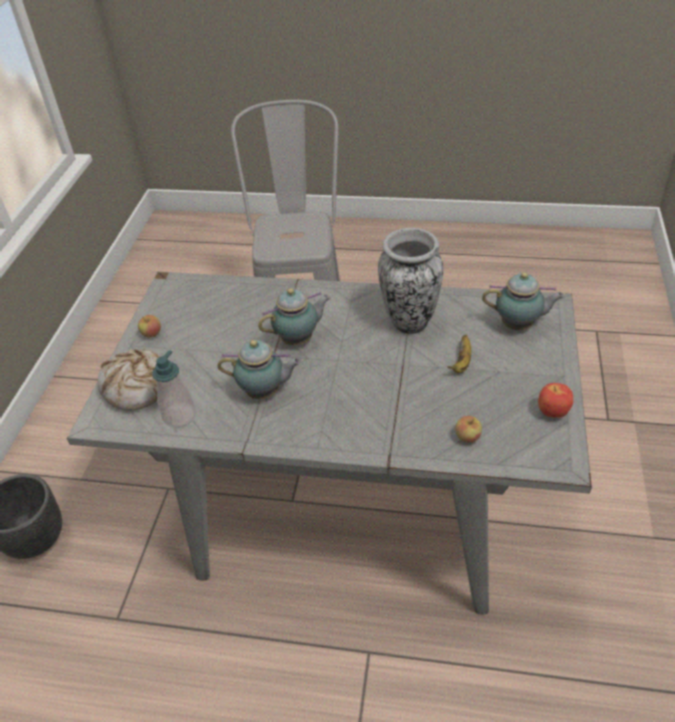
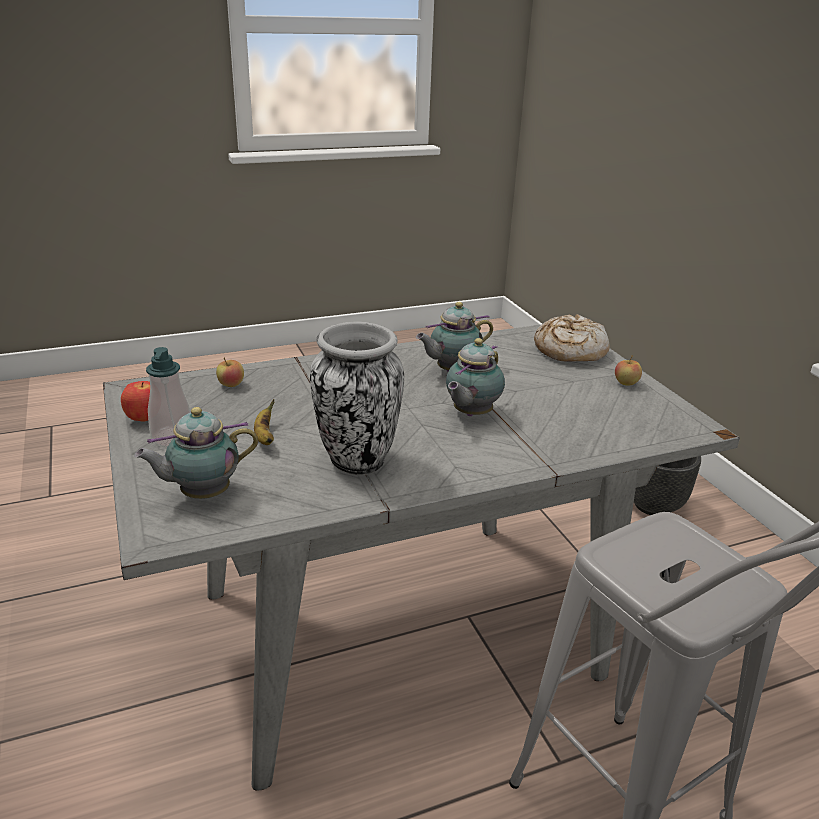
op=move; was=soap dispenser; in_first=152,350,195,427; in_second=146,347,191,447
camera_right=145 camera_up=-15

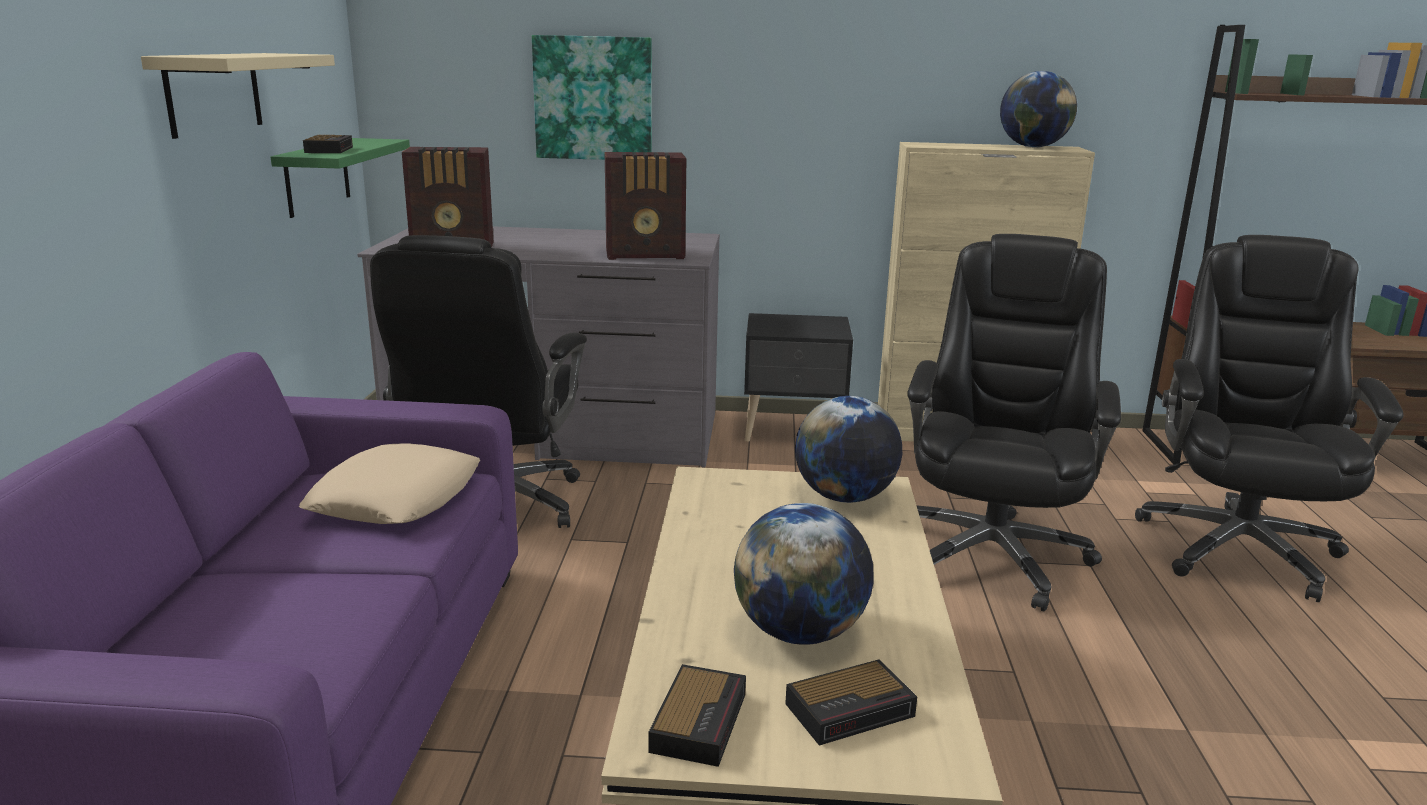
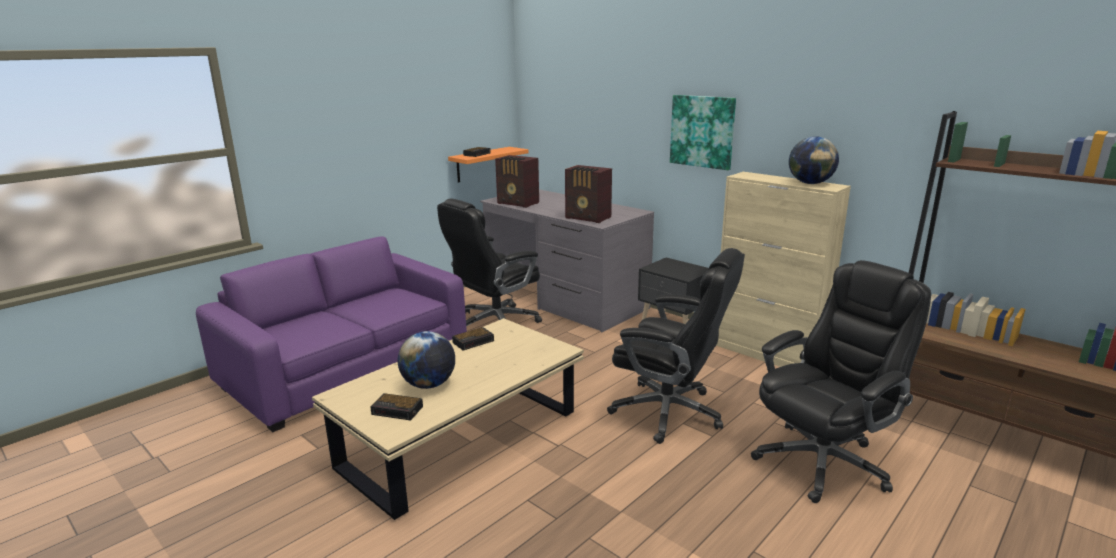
op=move; was=picture; in_first=532,35,652,160; in_second=670,95,736,170
op=delete; was=shelf/beige; in_first=141,53,335,139
op=recolor; was=shelf/green; now=shelf/orange; in_first=271,138,410,218; in_second=448,147,528,183
op=rotate; was=office chair/black; in_first=907,234,1121,611; in_second=607,248,745,444; clockwise=60
op=delete; was=globe; in_first=795,396,902,503
op=delete; was=pillow/beige; in_first=299,443,480,524
op=move; was=alarm clock; in_first=649,664,746,767; in_second=452,327,494,350
camera_right=40 camera_up=0

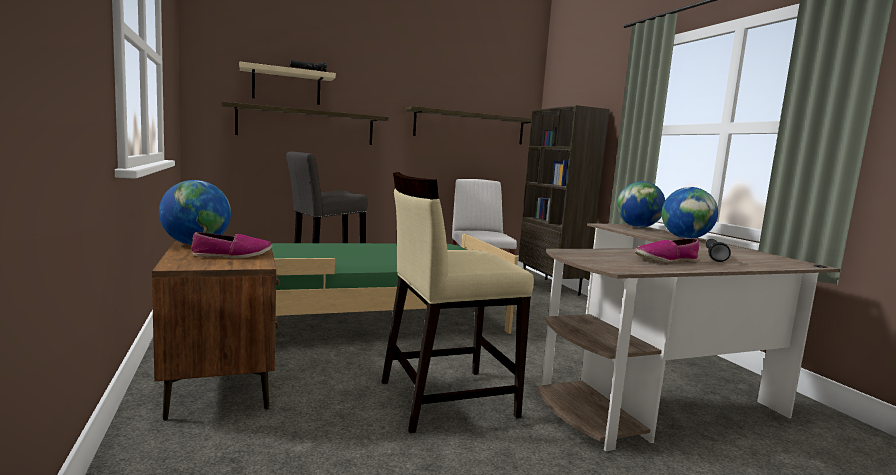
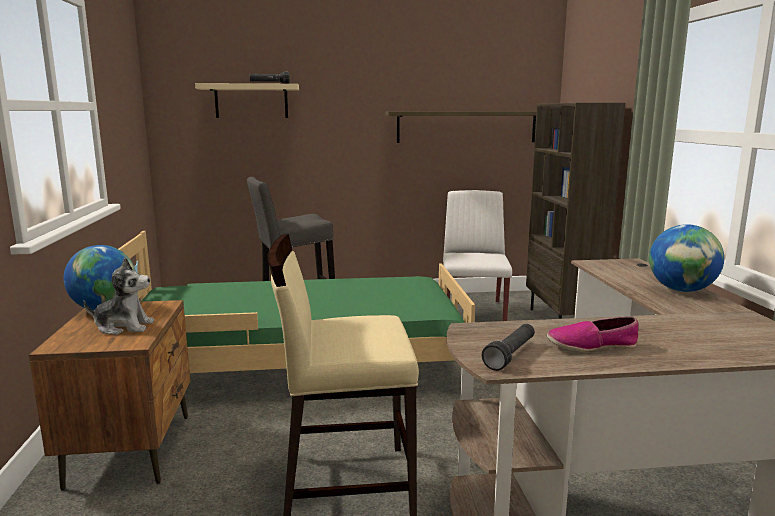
op=delete; was=shelf; in_first=221,101,389,145
op=delete; was=globe; in_first=617,181,665,227
op=replace; was=shoe; now=plush toy; in_first=191,232,272,258; in_second=83,258,154,335
op=move; was=flashlight/black; in_first=706,239,731,262; in_second=482,324,535,371
camera_right=15 camera_up=5

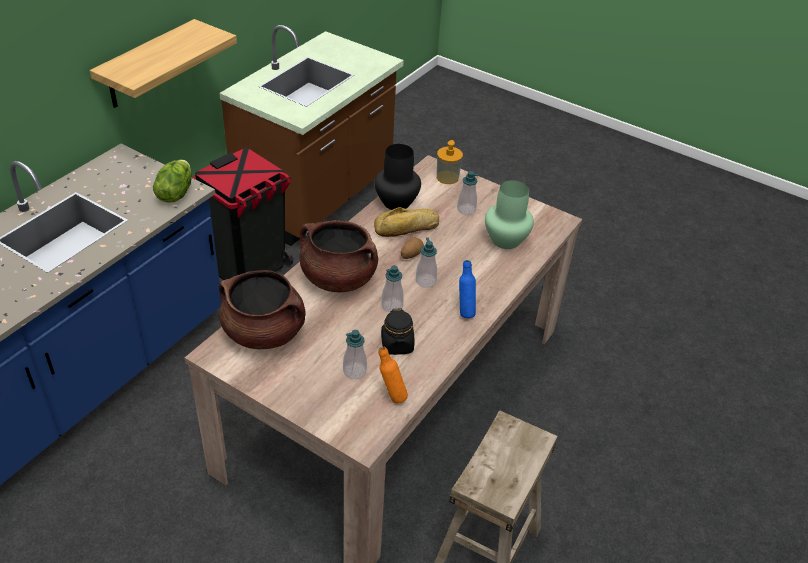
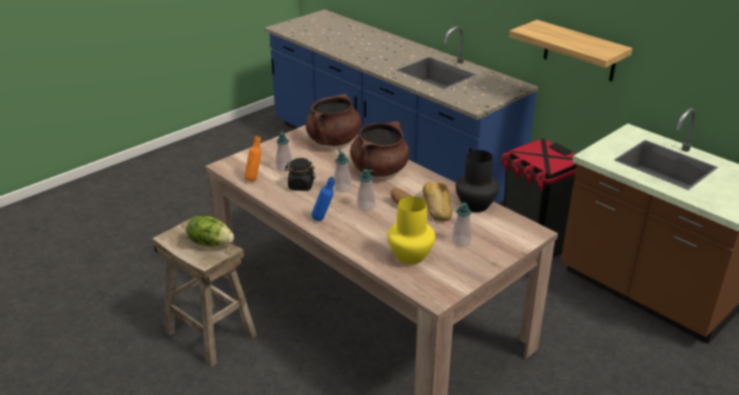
op=delete; was=soap dispenser; in_first=437,140,463,184
op=move; was=lettuce; in_first=153,160,192,203; in_second=186,216,234,247
op=recolor; was=vase/green; now=vase/yellow; in_first=485,180,534,249; in_second=387,196,435,265
camera_right=105 camera_up=-10

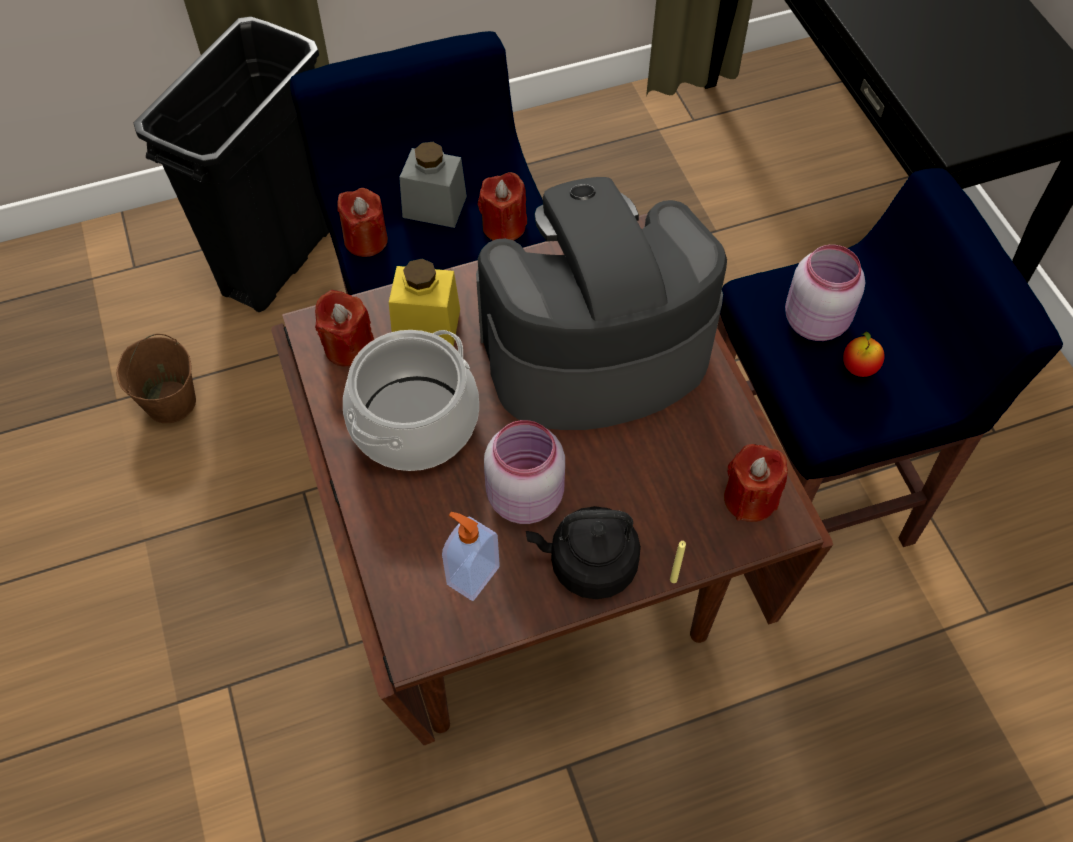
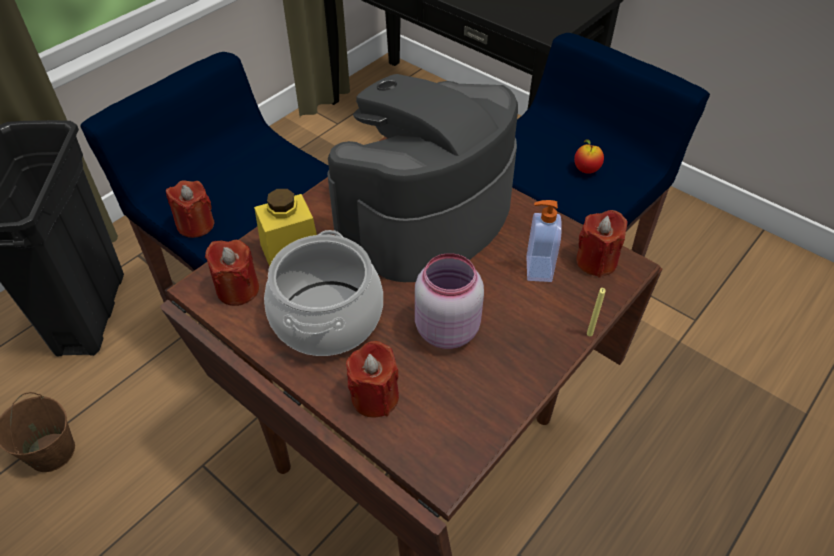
op=delete; was=jar/grey; in_first=399,142,467,228
op=move; was=candle/red; in_first=478,172,527,240; in_second=346,341,399,418
op=delete; was=jar/pink; in_first=785,245,865,341
op=delete; was=kettle/black; in_first=526,506,641,599
op=move; was=soap dispenser; in_first=442,512,500,601; in_second=527,200,562,282
camera_right=-30 camera_up=-10

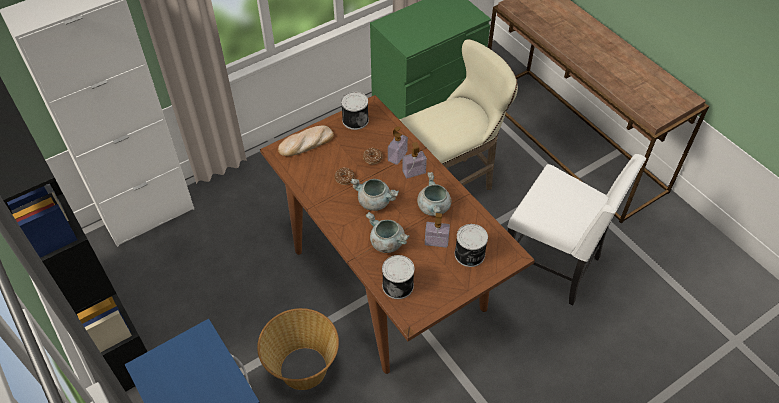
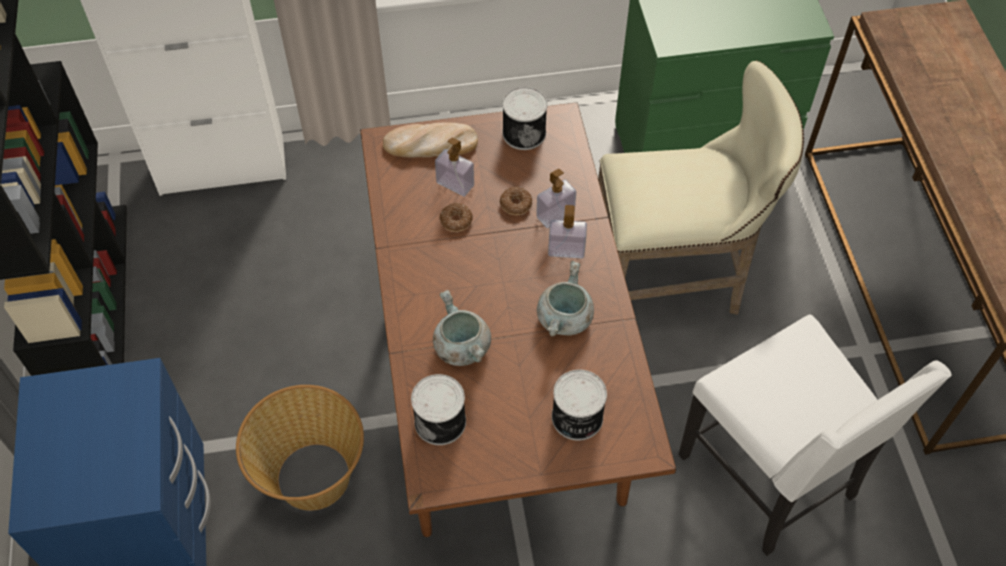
op=delete; was=cooking pot/grey; in_first=351,179,399,211
op=move; was=soap dispenser; in_first=425,213,450,248; in_second=435,137,474,197
camera_right=25 camera_up=5

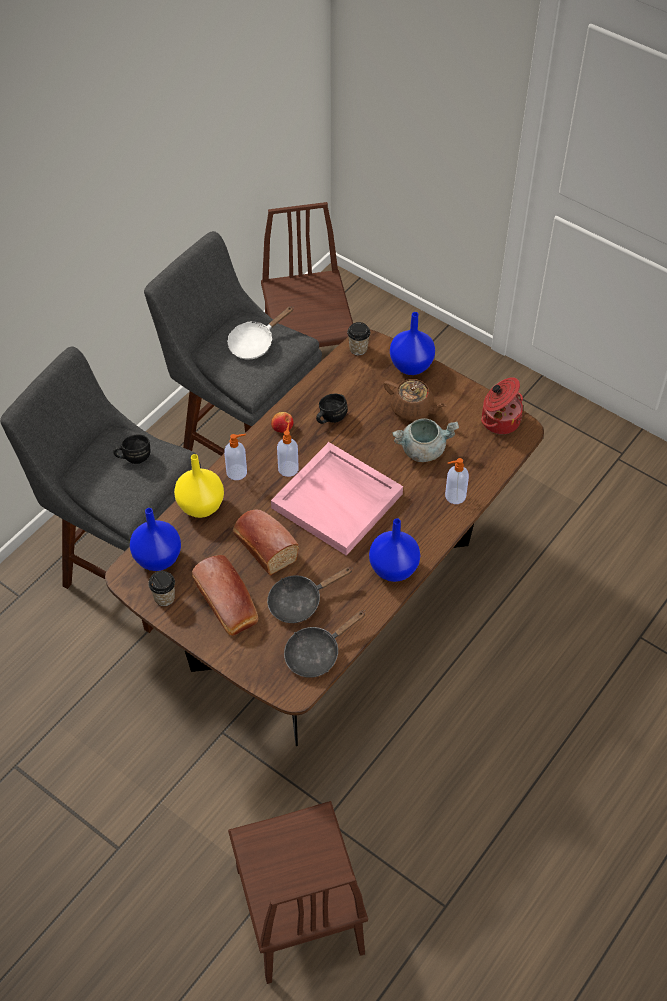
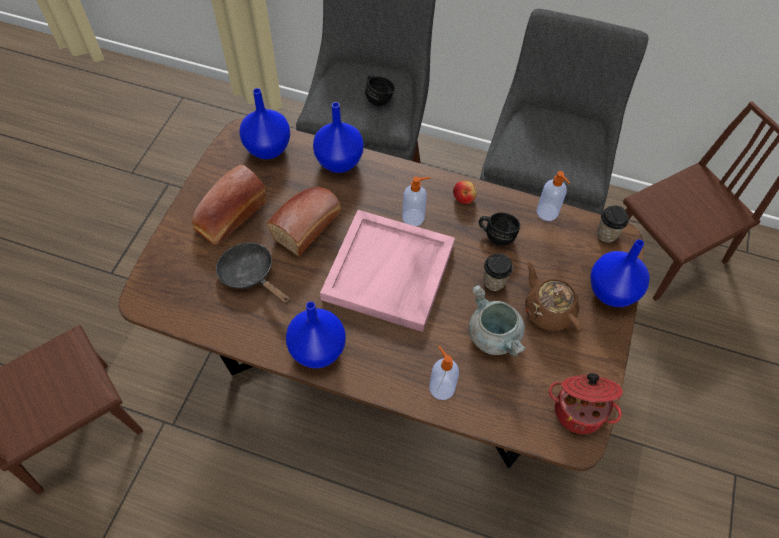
op=delete; was=frying pan/white; in_first=227,306,294,360
op=rotate; was=teapot/brown; in_first=383,379,446,421; in_second=525,262,582,334; clockwise=135
op=move; was=soap dispenser; in_first=224,434,247,480; in_second=537,171,570,221
op=recolor; was=vase/yellow; now=vase/blue; in_first=174,454,224,518; in_second=313,102,364,173
op=move; was=cup; in_first=148,571,175,606; in_second=484,253,513,291
op=delete; was=frying pan/black; in_first=284,611,366,678
camera_right=70 camera_up=5

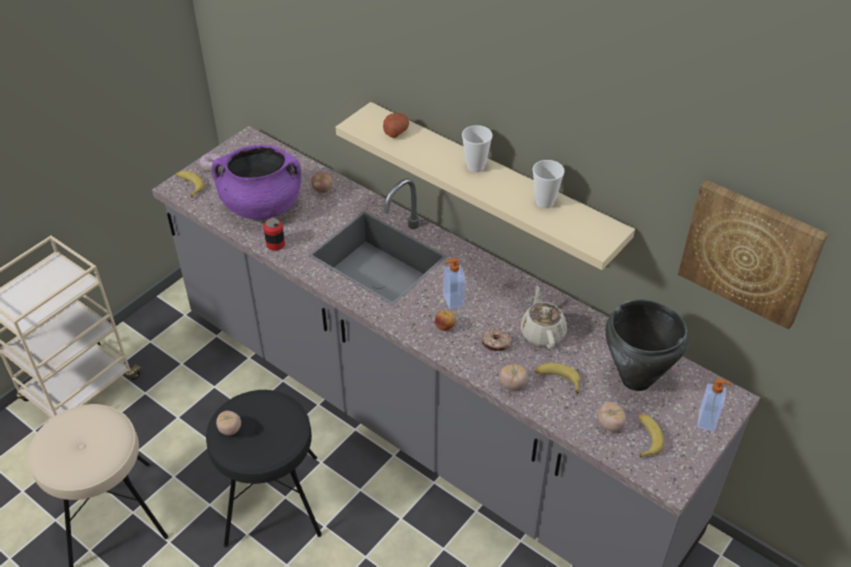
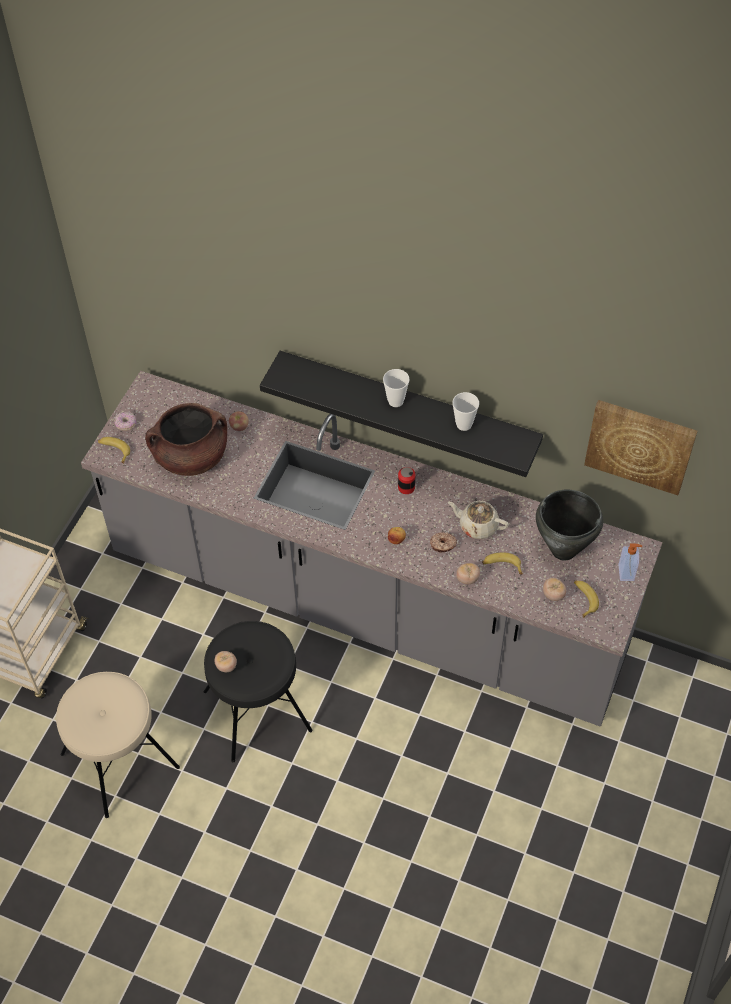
op=recolor; was=shelf/beige; now=shelf/black; in_first=336,102,635,270; in_second=260,351,543,477
op=delete; was=potato; in_first=383,113,409,138
op=recolor; was=cooking pot/purple; now=cooking pot/brown; in_first=211,145,301,220; in_second=145,403,227,476
op=move; was=can; in_first=263,218,285,251; in_second=398,467,415,494
op=delete; was=soap dispenser; in_first=443,258,465,309
op=rotate; was=teapot/beige; in_first=520,285,567,349; in_second=448,501,509,539; clockwise=-45
camera_right=-15 camera_up=10

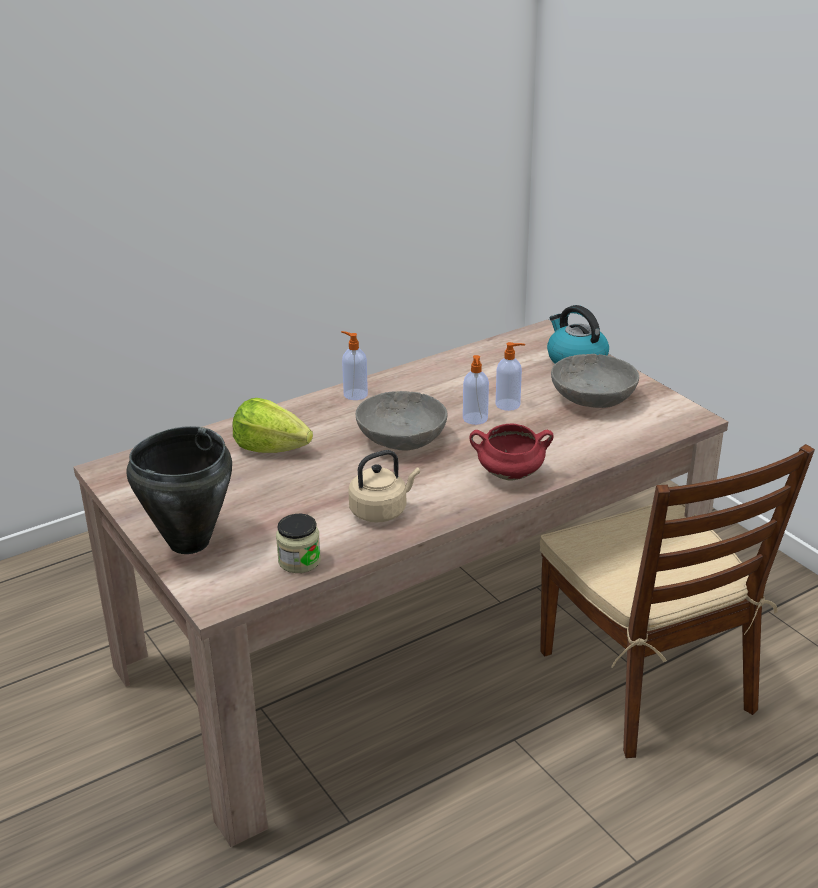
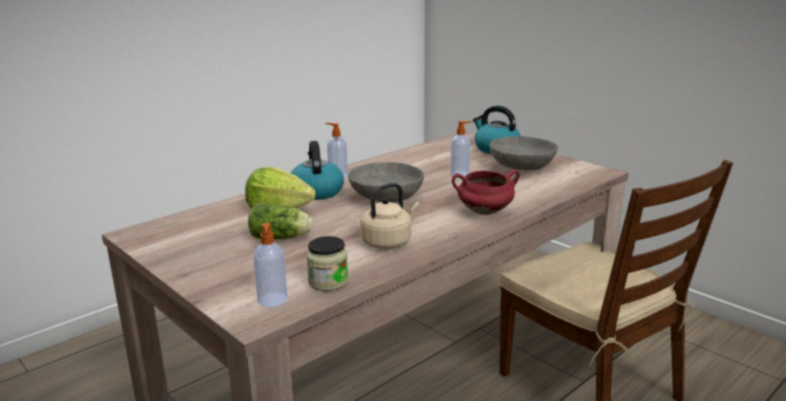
op=move; was=soap dispenser; in_first=463,355,489,425; in_second=253,223,288,307
op=delete; was=cooking pot/black; in_first=126,426,232,554
op=insert; now=kettle; in_second=291,141,344,200
op=insert; now=lettuce; in_second=248,204,313,239
camera_right=-10 camera_up=-10

